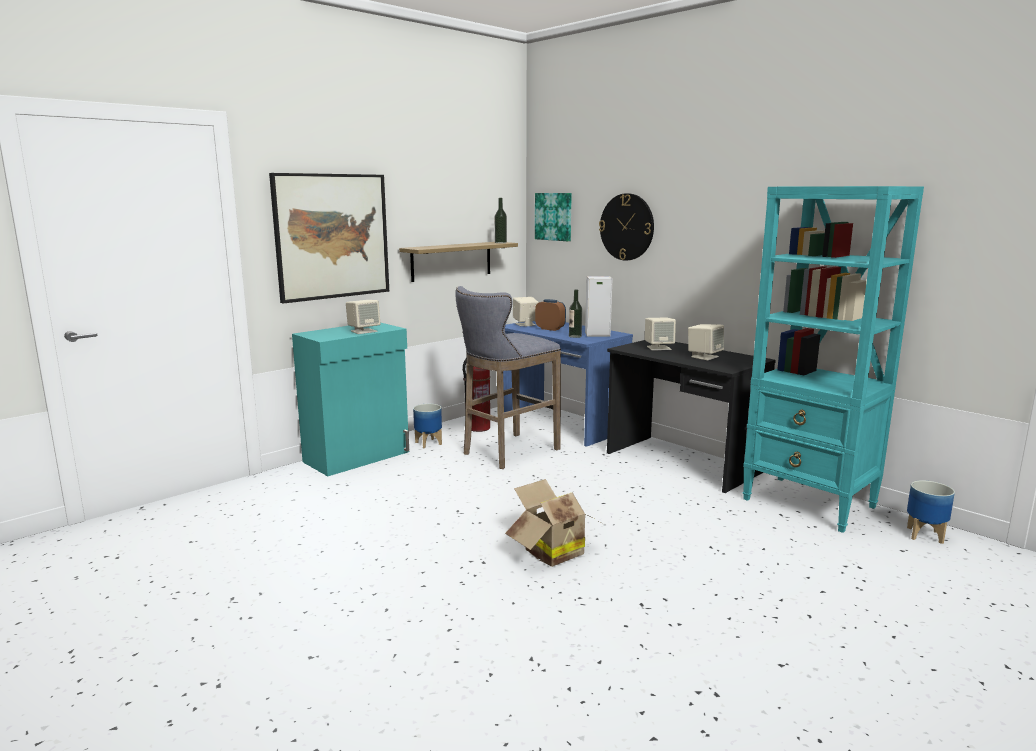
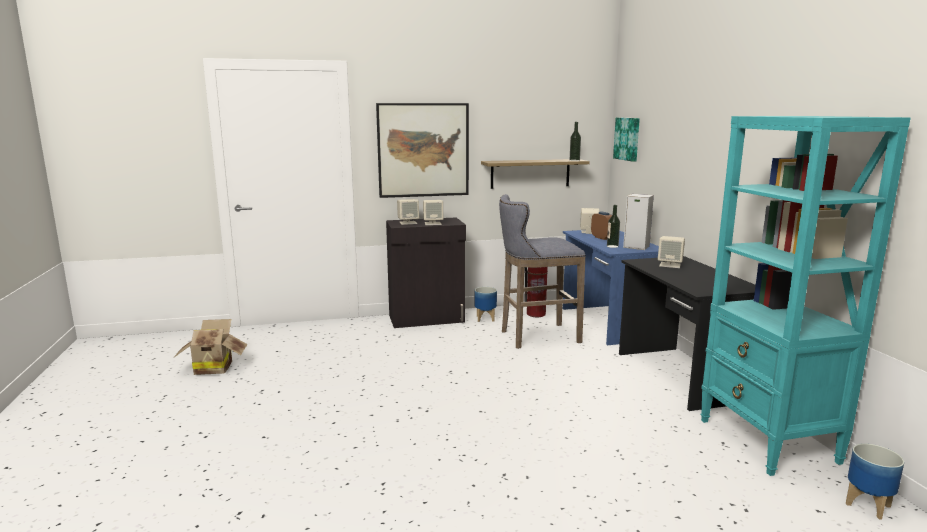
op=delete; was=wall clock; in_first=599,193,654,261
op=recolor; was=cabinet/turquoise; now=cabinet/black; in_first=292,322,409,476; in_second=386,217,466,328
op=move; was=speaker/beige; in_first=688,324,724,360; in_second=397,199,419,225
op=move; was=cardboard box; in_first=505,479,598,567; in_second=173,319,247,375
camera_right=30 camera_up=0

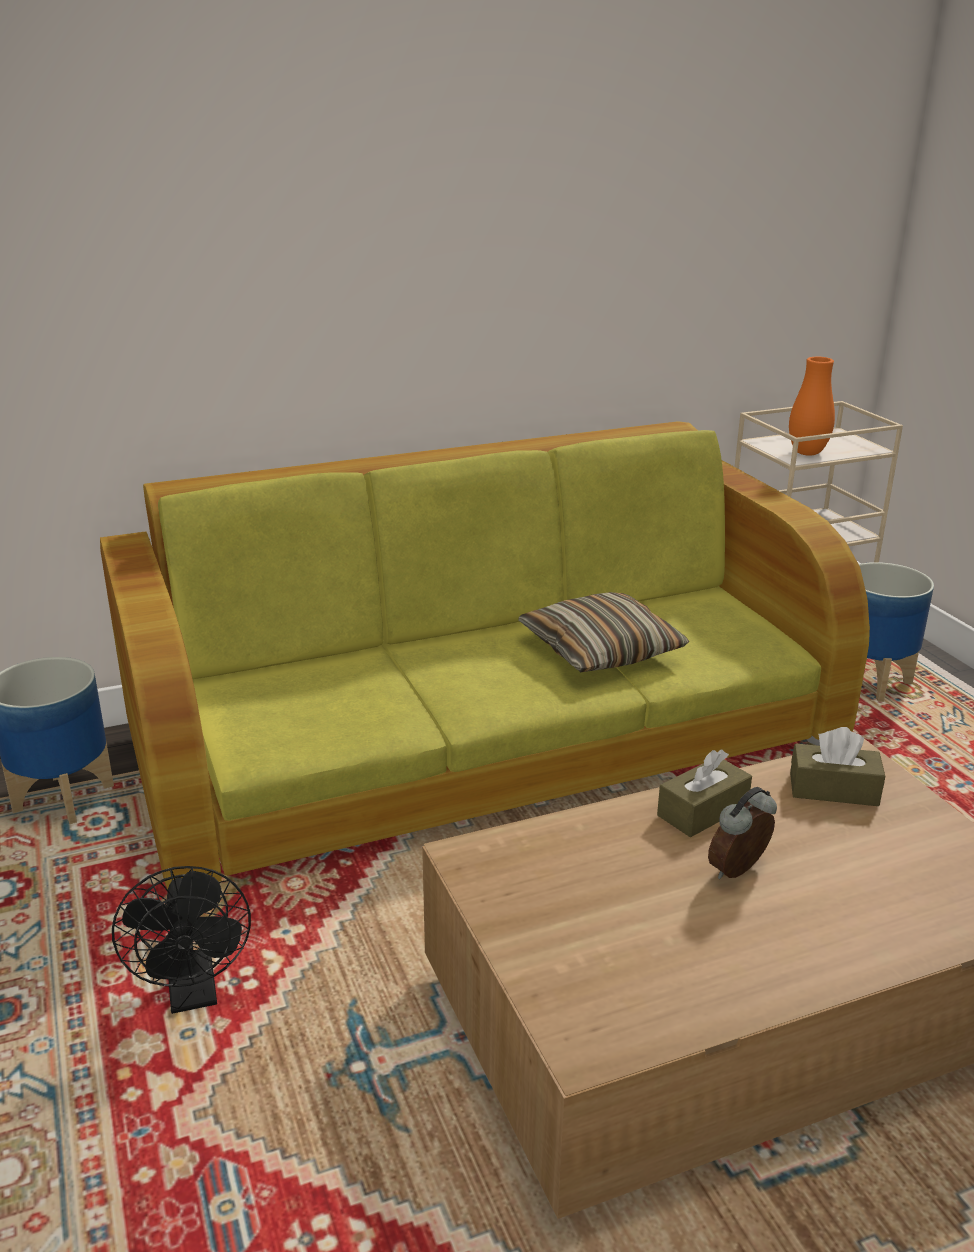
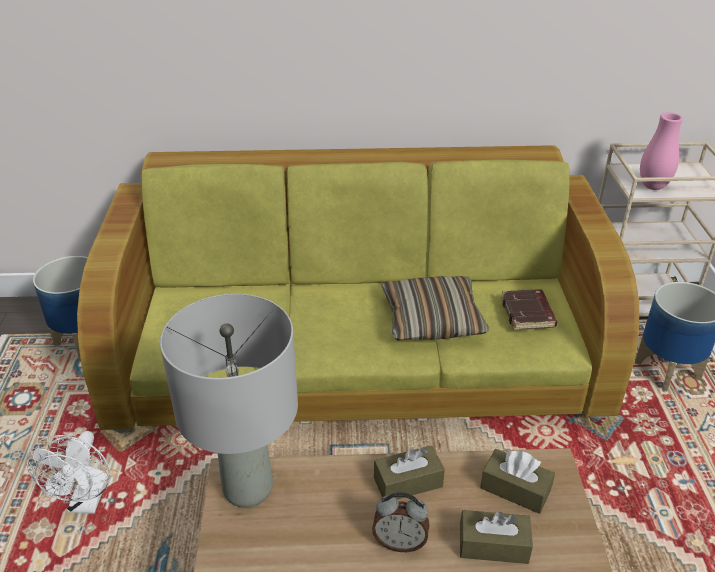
op=recolor; was=vase/orange; now=vase/pink; in_first=789,357,835,456; in_second=640,112,683,190
op=rotate; was=alarm clock; in_first=708,787,777,879; in_second=372,492,430,552; clockwise=-150
op=recolor; was=fan/black; now=fan/white; in_first=112,866,251,1014; in_second=27,431,111,514
op=insert; now=book/brown; in_second=501,289,557,330
op=insert; now=table lamp/grey; in_second=160,294,298,508
op=insert; now=tissue box/brown; in_second=460,510,533,564
camera_right=20 camera_up=10

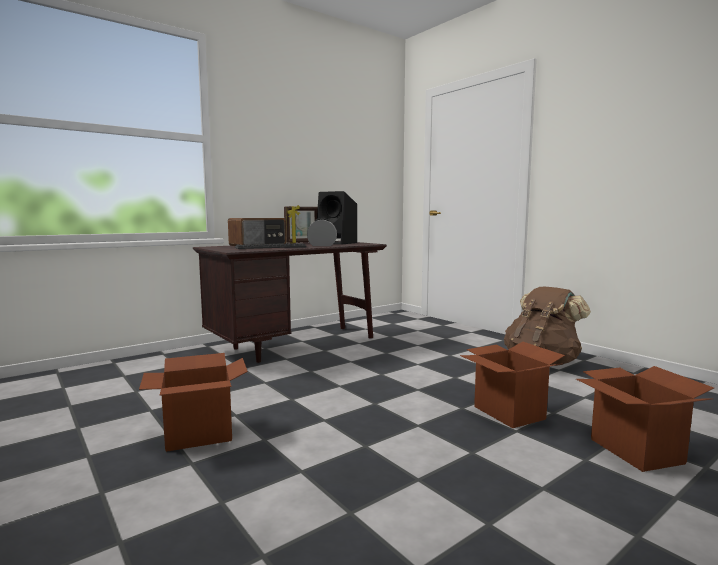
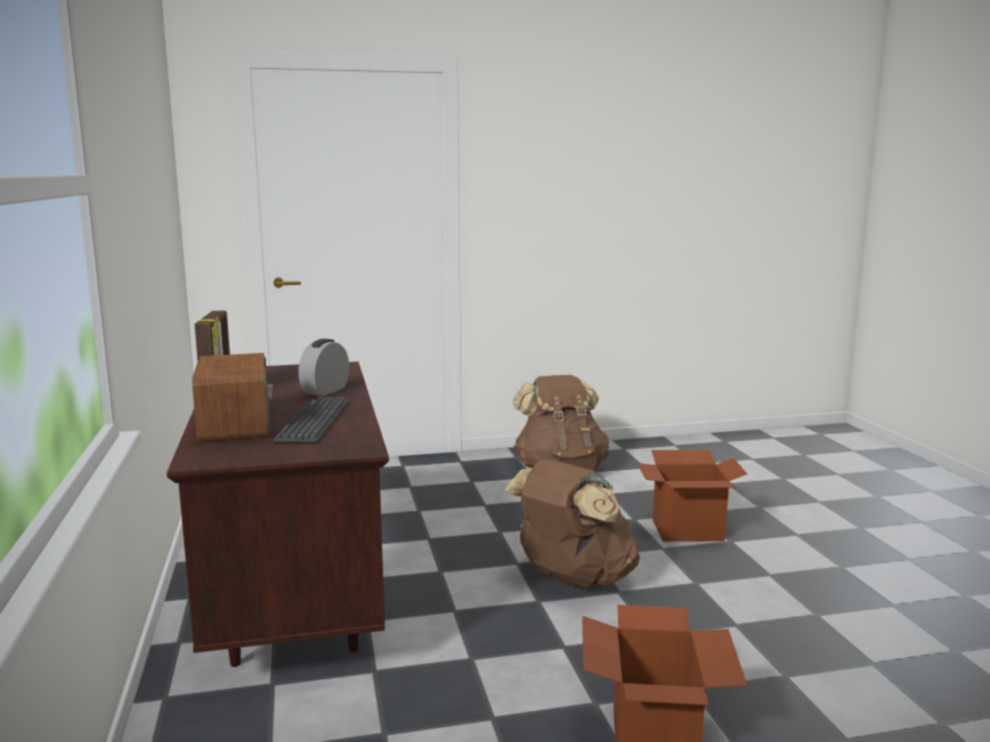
op=delete; was=speaker/black; in_first=317,191,357,245
op=delete; was=cardboard box; in_first=576,366,714,472
op=insert; now=backpack/brown; in_second=504,460,640,589
camera_right=-65 camera_up=5

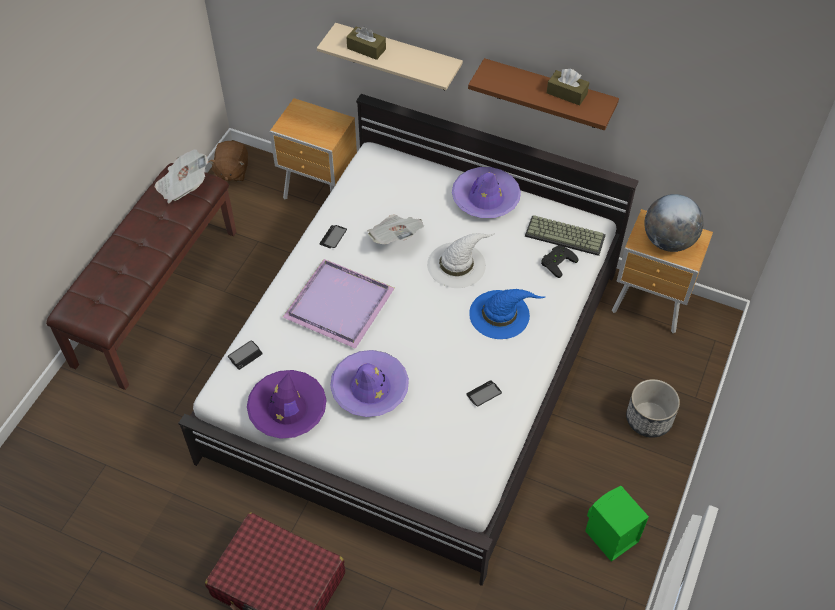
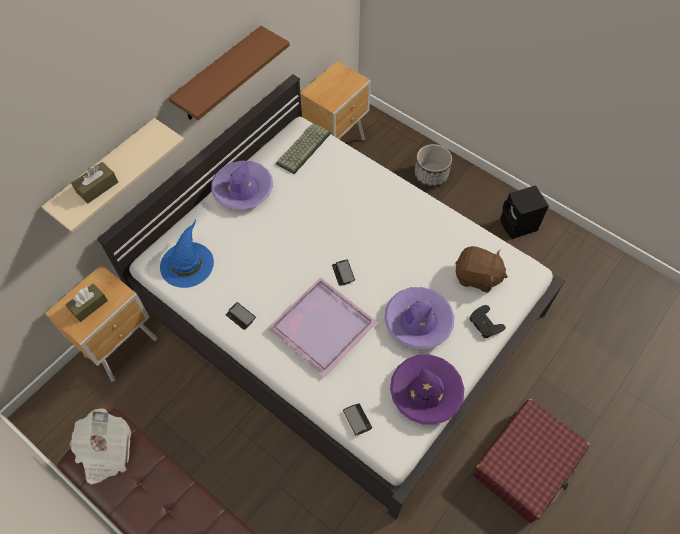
op=move; was=tissue box/brown; in_first=547,69,589,106; in_second=65,283,108,322
op=move; was=plush toy/brown; in_first=209,141,248,182; in_second=455,246,508,293
op=delete; was=globe; in_first=644,194,704,252
op=delete; was=newspaper; in_first=367,214,424,244
op=delete; was=hat/white; in_first=427,233,495,288
op=move; was=game controller/black; in_first=541,245,579,278; in_second=469,305,506,338
op=move; was=hat/blue; in_first=469,289,545,339; in_second=160,220,214,288
op=move; was=phone; in_first=467,380,502,406; in_second=332,260,355,286
op=recolor; was=speaker/green; now=speaker/black; in_first=585,486,649,562; in_second=500,185,549,239
camera_right=-75 camera_up=5

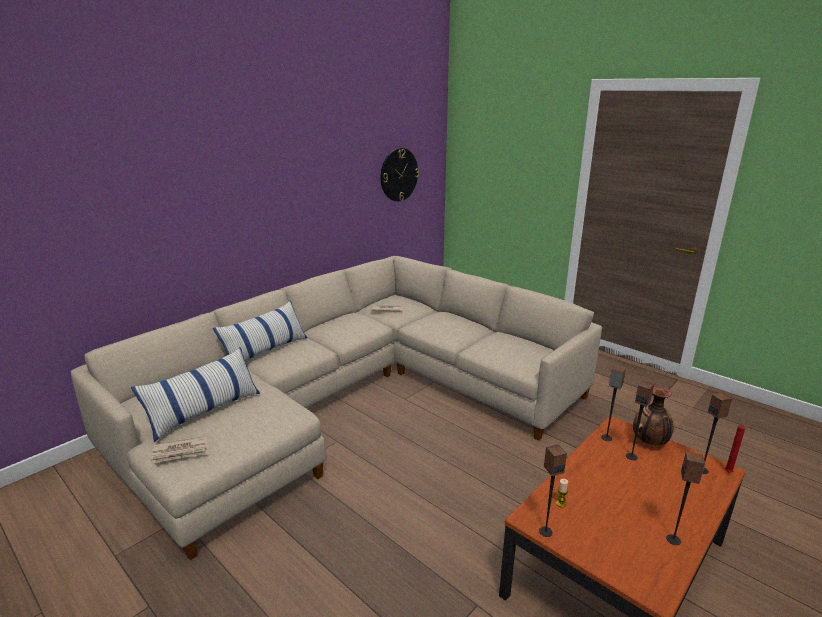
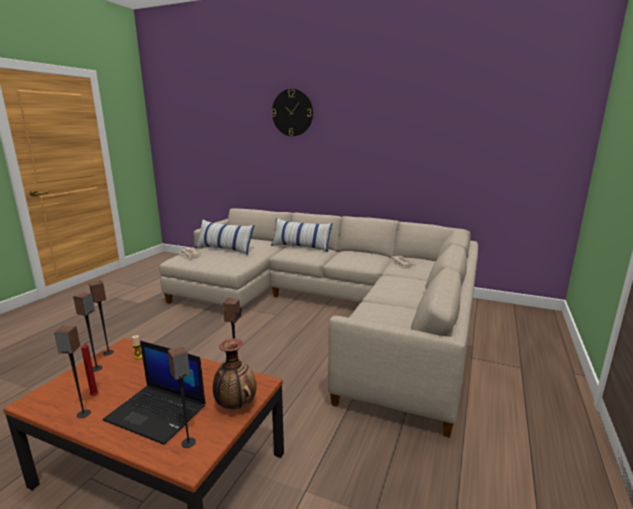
op=move; was=wall clock; in_first=381,148,419,201; in_second=272,89,313,136
op=move; was=speaker; in_first=626,380,654,460; in_second=73,292,103,372
op=move; was=candle/red; in_first=725,419,745,473; in_second=81,341,98,396
op=insert; now=laptop; in_second=103,341,206,445
camera_right=70 camera_up=-5

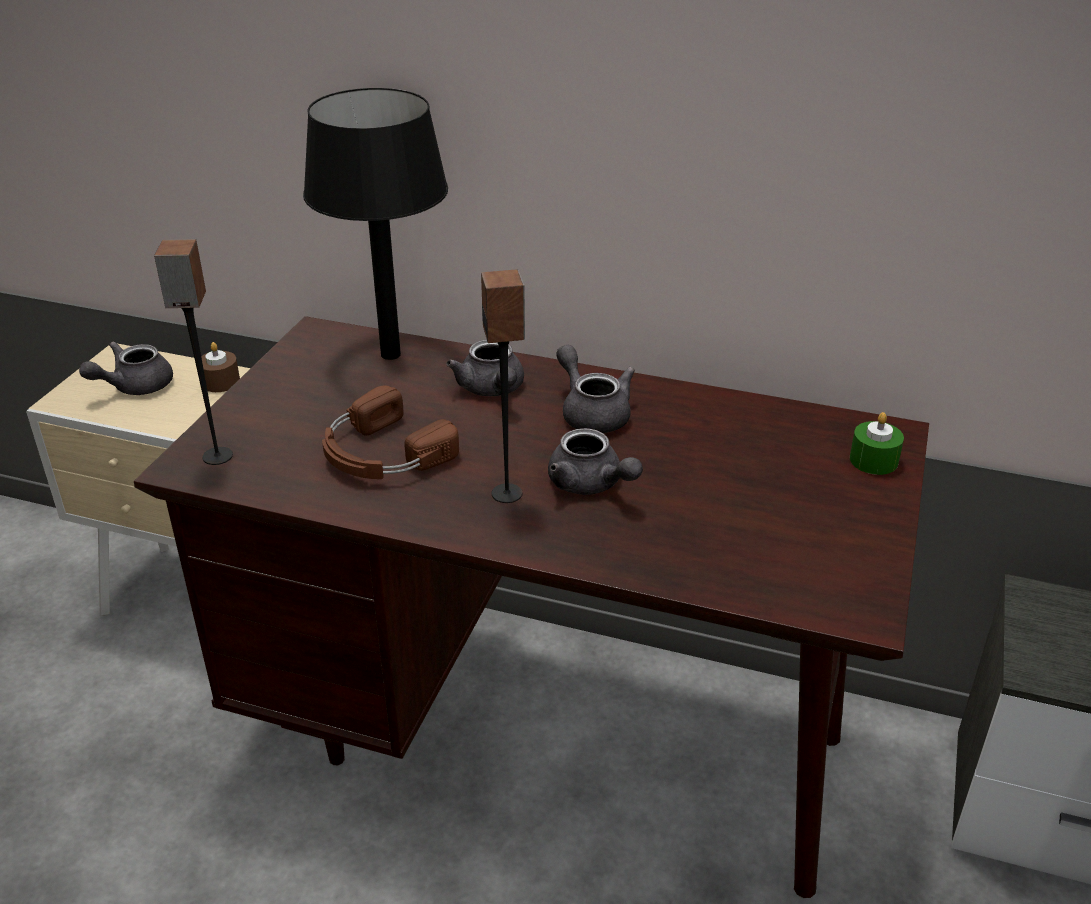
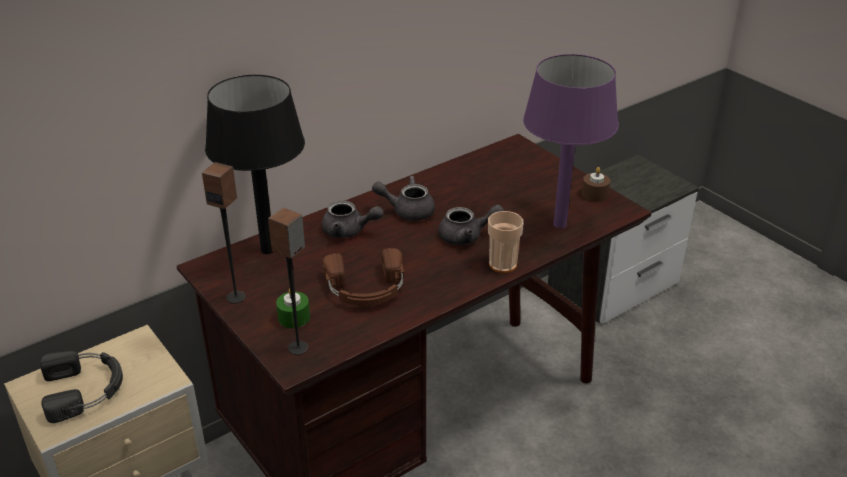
op=move; was=speaker; in_first=481,269,525,503; in_second=202,162,246,304
op=replace; was=teapot/grey; now=headphones/black; in_first=79,341,173,395; in_second=40,351,123,423
op=move; was=candle/brown; in_first=201,342,240,392; in_second=582,167,610,202
op=move; was=candle/green; in_first=850,412,904,475; in_second=276,288,310,328
op=insert; now=table lamp/purple; in_second=523,54,619,228
op=insert; now=cup; in_second=488,211,523,273
camera_right=-55 camera_up=0

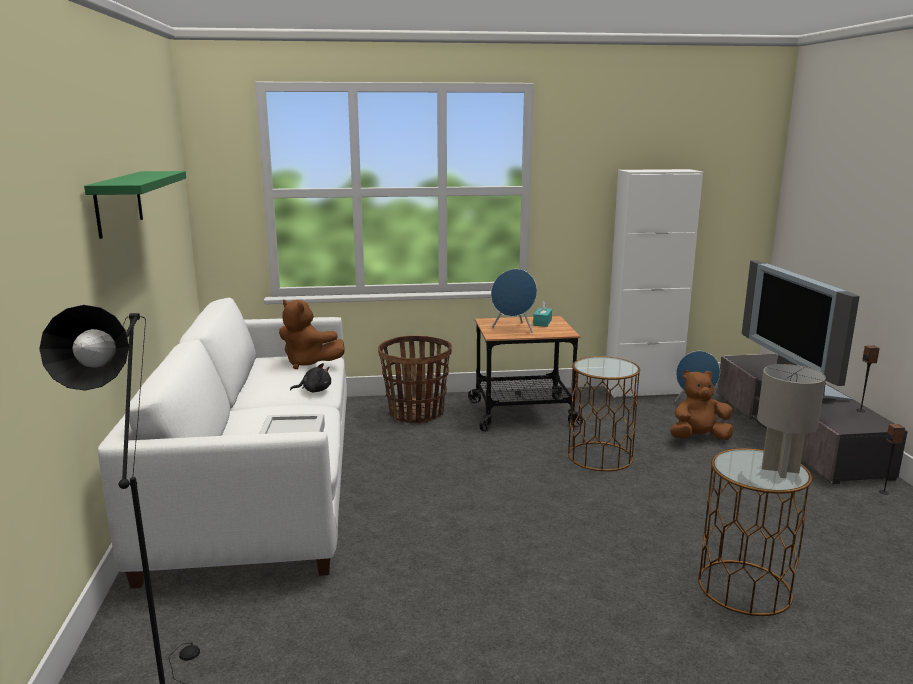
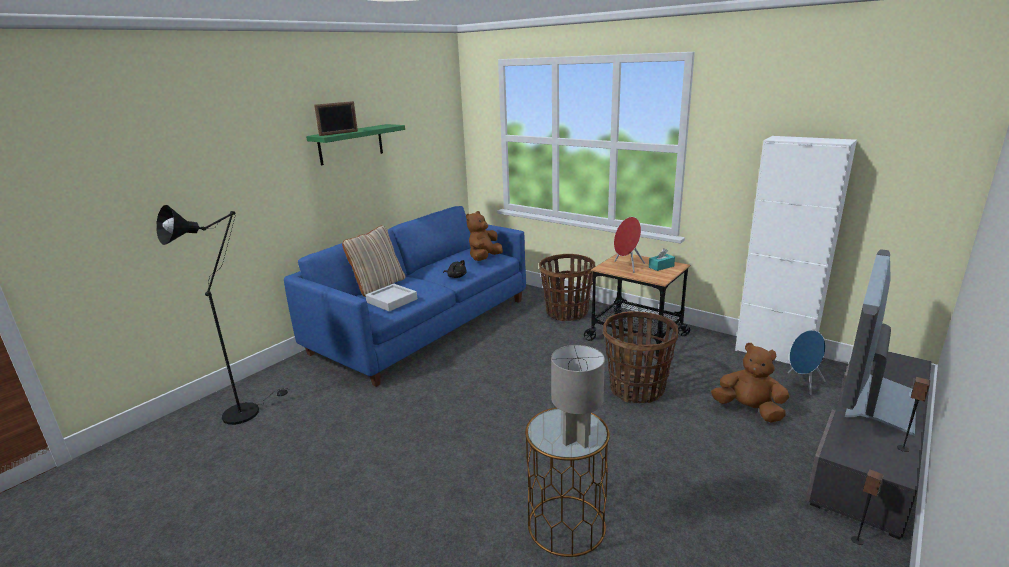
op=recolor; was=speaker/blue; now=speaker/red; in_first=491,269,537,333; in_second=614,217,645,273
op=recolor; was=sofa/white; now=sofa/blue; in_first=98,298,347,589; in_second=284,206,526,387
op=rotate; was=plush toy/brown; in_first=279,300,345,369; in_second=466,211,503,261; clockwise=45
op=replace; was=side table/brown; now=basket; in_first=568,356,640,471; in_second=603,311,679,403
op=insert; now=picture frame; in_second=314,101,358,136
op=insert; now=pillow/beige; in_second=342,225,406,297
camera_right=45 camera_up=5

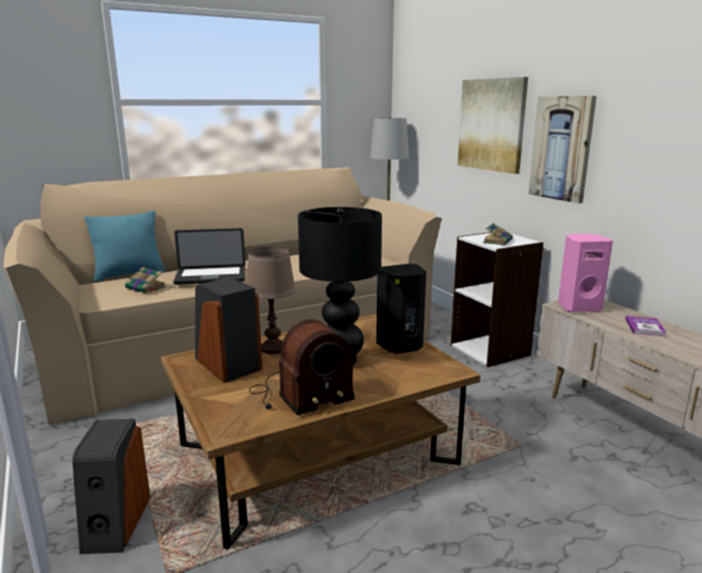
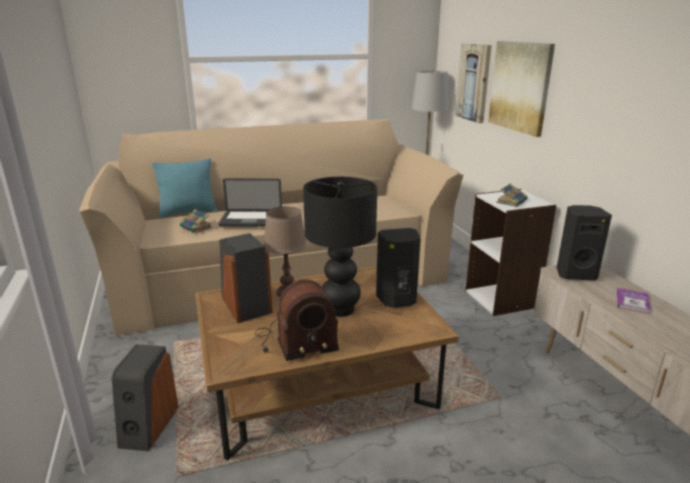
op=move; was=picture; in_first=529,96,597,204; in_second=455,43,491,123
op=recolor; was=speaker/pink; now=speaker/black; in_first=558,234,613,312; in_second=557,205,612,280
camera_right=10 camera_up=5

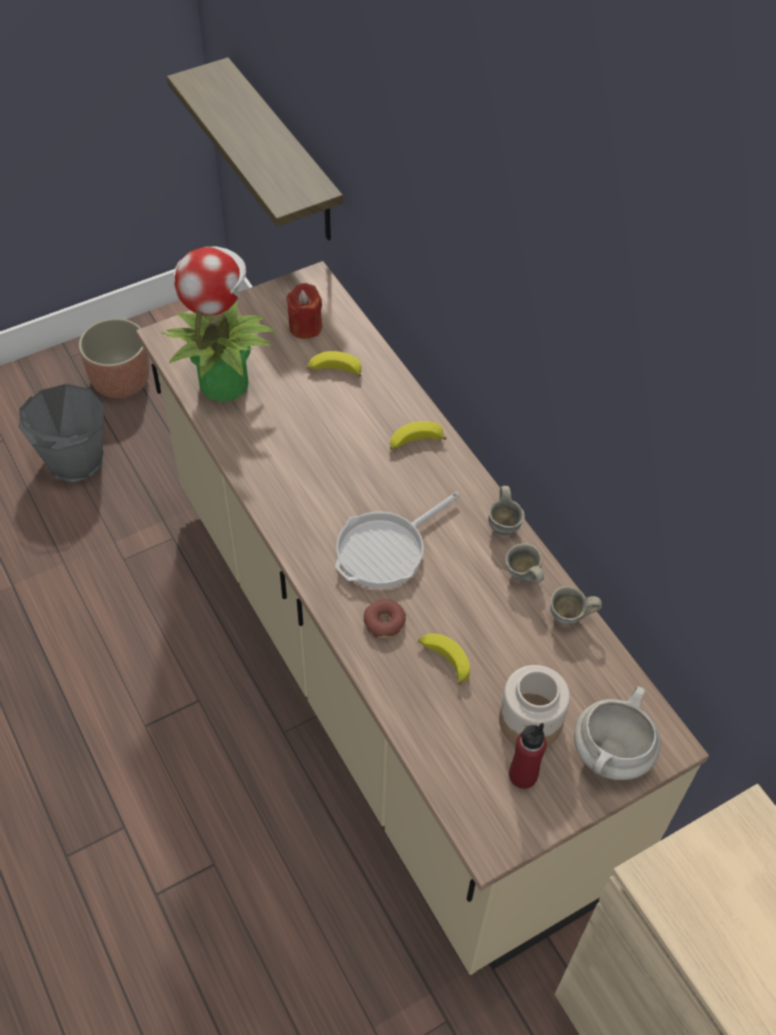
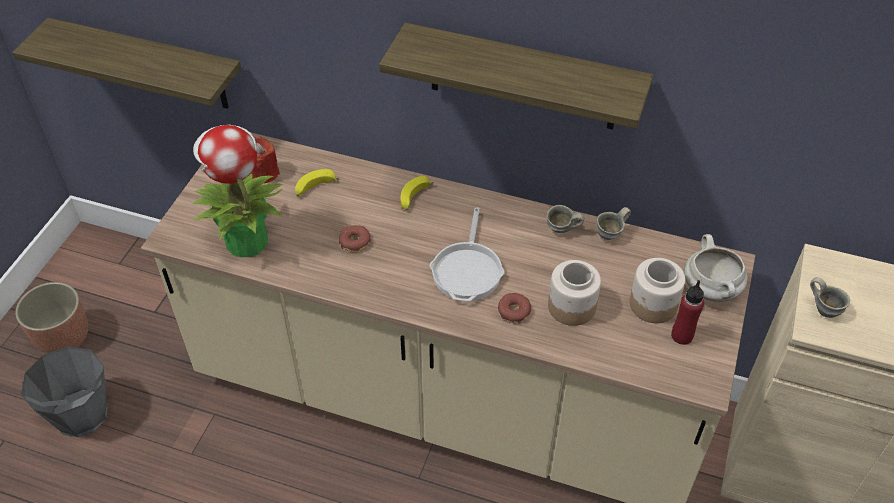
op=move; was=mug/grey; in_first=488,486,525,535; in_second=810,277,850,318
op=replace; was=banana; now=jar; in_first=418,633,470,685; in_second=548,260,601,326
op=insert; now=shelf; in_second=379,23,653,130
op=insert; now=donut; in_second=339,225,371,252
camera_right=-40 camera_up=-5

